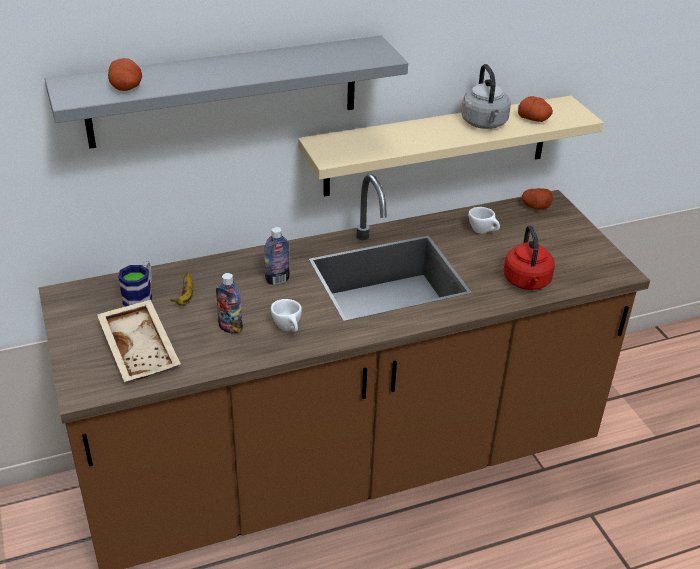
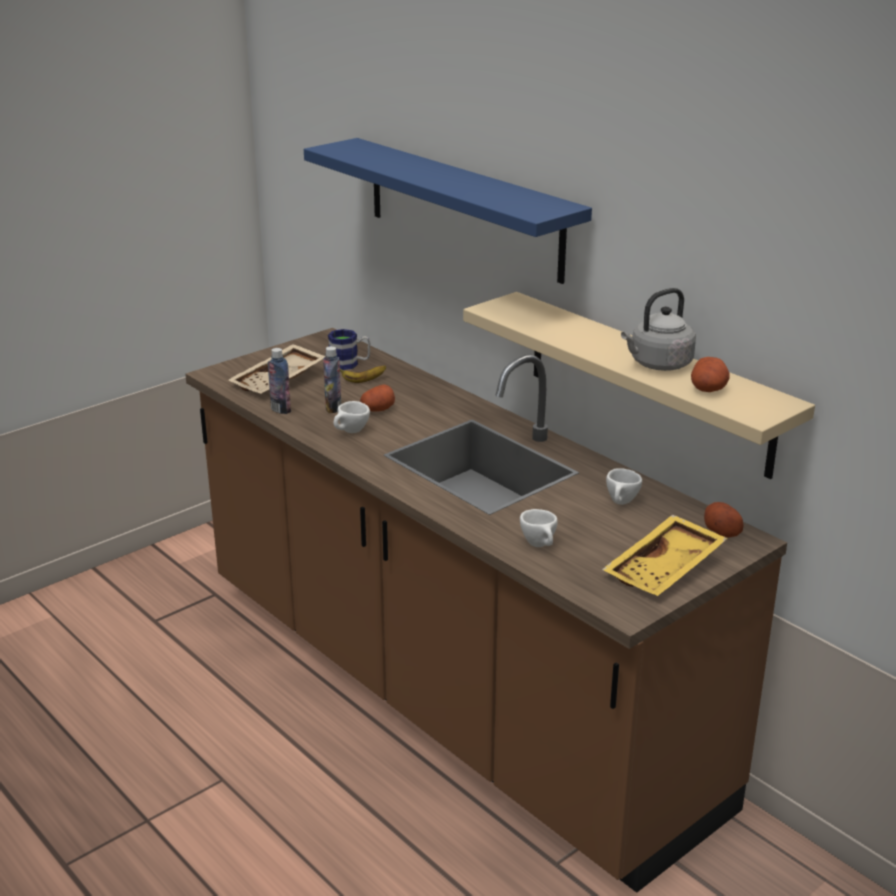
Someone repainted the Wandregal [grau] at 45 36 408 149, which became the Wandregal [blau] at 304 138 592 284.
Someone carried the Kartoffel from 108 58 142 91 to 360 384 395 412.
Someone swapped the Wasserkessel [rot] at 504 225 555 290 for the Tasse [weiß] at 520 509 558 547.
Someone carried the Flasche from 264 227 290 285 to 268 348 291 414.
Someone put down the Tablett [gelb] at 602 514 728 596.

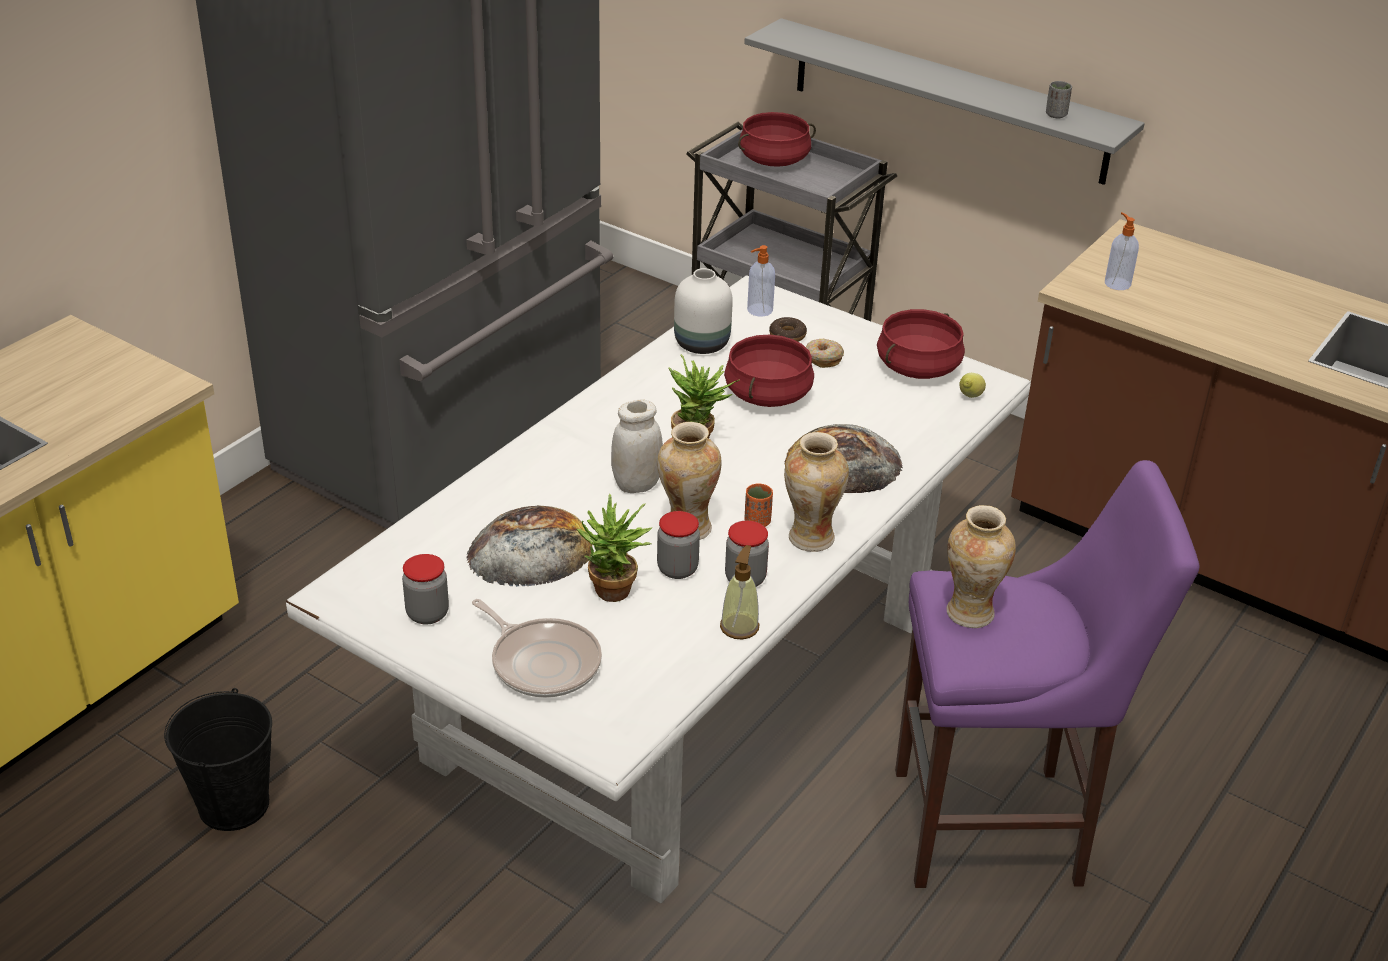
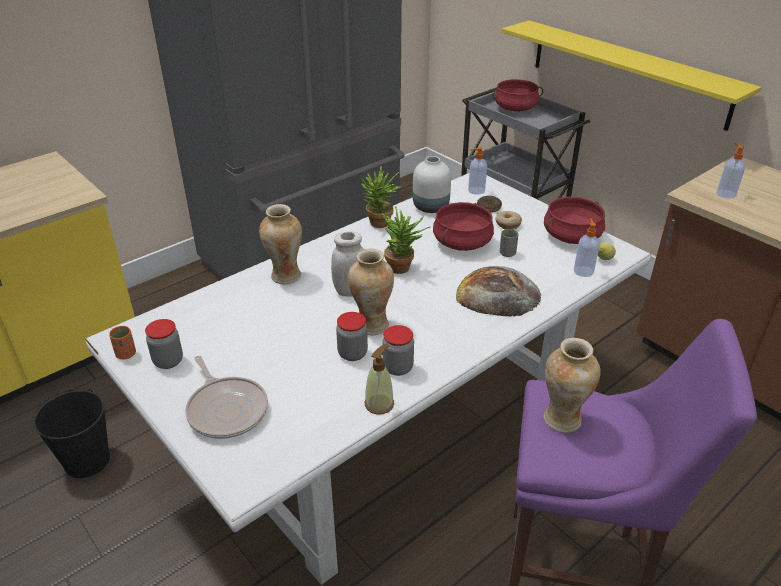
Someone repainted the Wandregal [grau] at 744 18 1145 185, which became the Wandregal [gelb] at 502 21 761 131.
Someone carried the Tasse [grau] from 1046 81 1072 118 to 500 229 518 257.
Someone carried the Vase from 784 432 849 552 to 259 204 302 284.
Someone carried the Tasse [orange] from 745 483 773 527 to 109 326 136 359.
Someone carried the Topfpflanze from 577 494 652 602 to 360 166 402 228.
Someone took away the Brot at 467 505 592 587.
Someone put down the Seifenspender at 574 218 599 277.

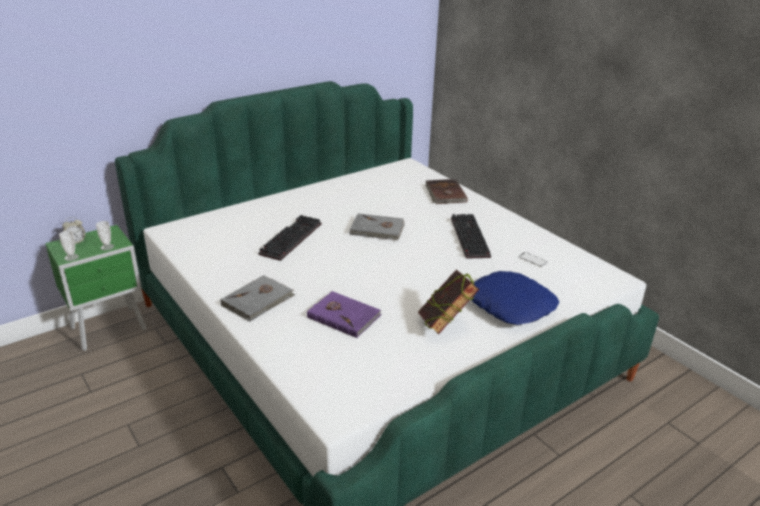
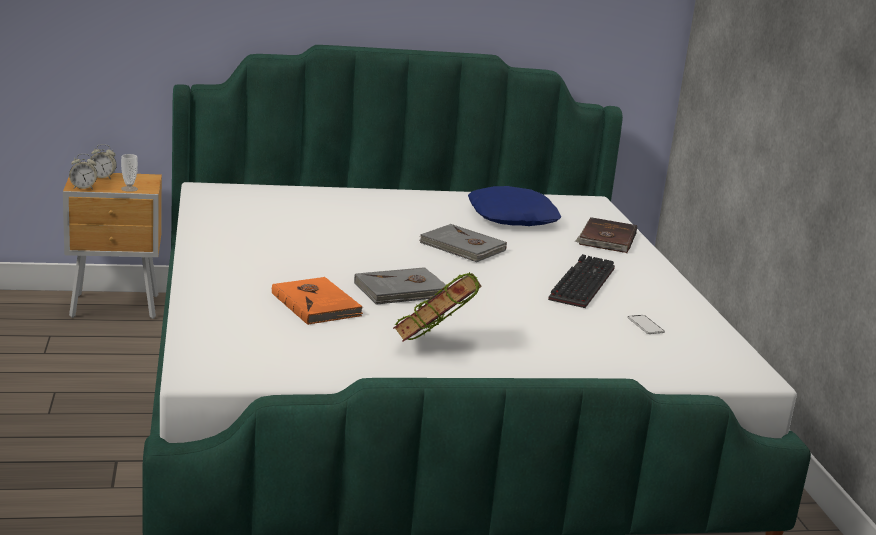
Someone took away the Tastatur at 258 215 321 261.
Someone repainted the Nachttisch [grün] at 45 225 146 351, which became the Nachttisch [braun] at 63 173 162 319.
Someone swapped the Tasse at 59 231 79 261 for the Wecker at 69 154 97 189.
Someone carried the Kissen [blau] from 472 271 559 325 to 468 186 561 226.
Someone carried the Buch [grau] from 220 275 296 322 to 354 267 449 305.
Someone repainted the Buch [lila] at 307 291 382 338, which became the Buch [orange] at 272 277 363 325.

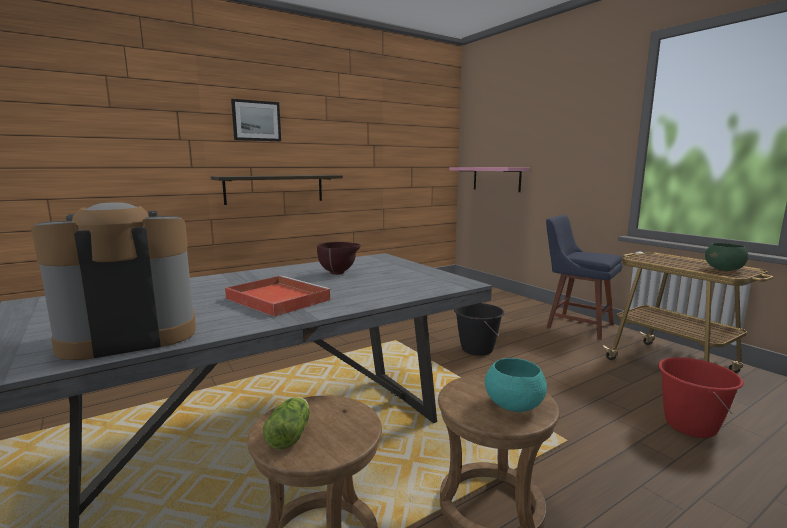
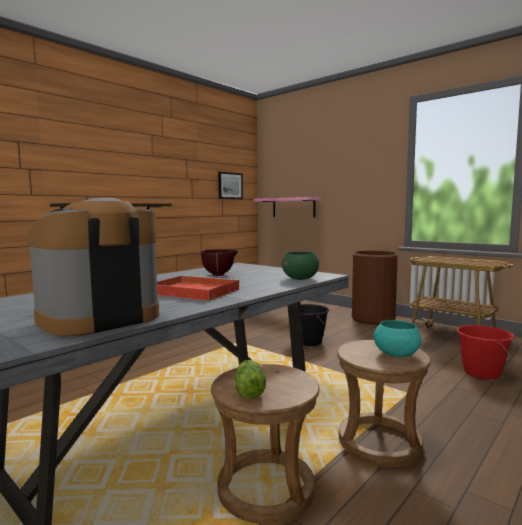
Someone carried the Bild from 231 99 281 141 to 218 172 243 199.
Someone swapped the Stuhl [blau] at 546 215 623 340 for the Mülleimer [braun] at 352 251 398 325.
Someone carried the Schüssel [grün] from 705 243 749 271 to 282 251 319 280.

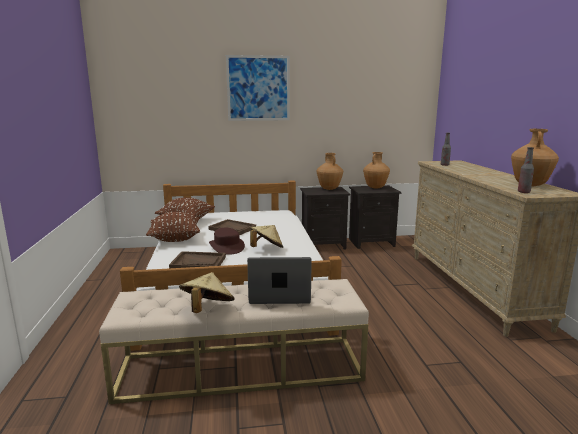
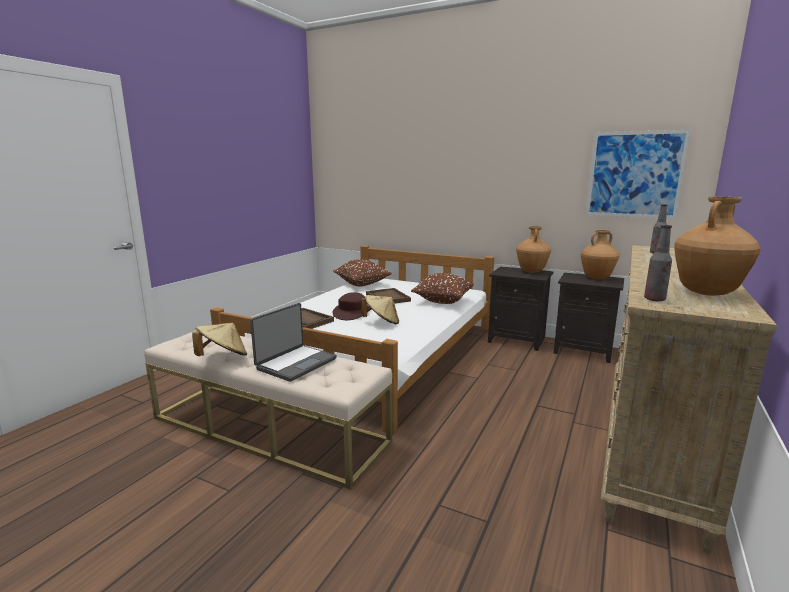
Someone carried the Bild from 226 55 290 121 to 586 130 691 219.
Someone carried the Kissen [braun] from 146 212 200 242 to 411 273 474 304.
Someone rotated the Laptop at 247 257 312 304 by 90 degrees clockwise.

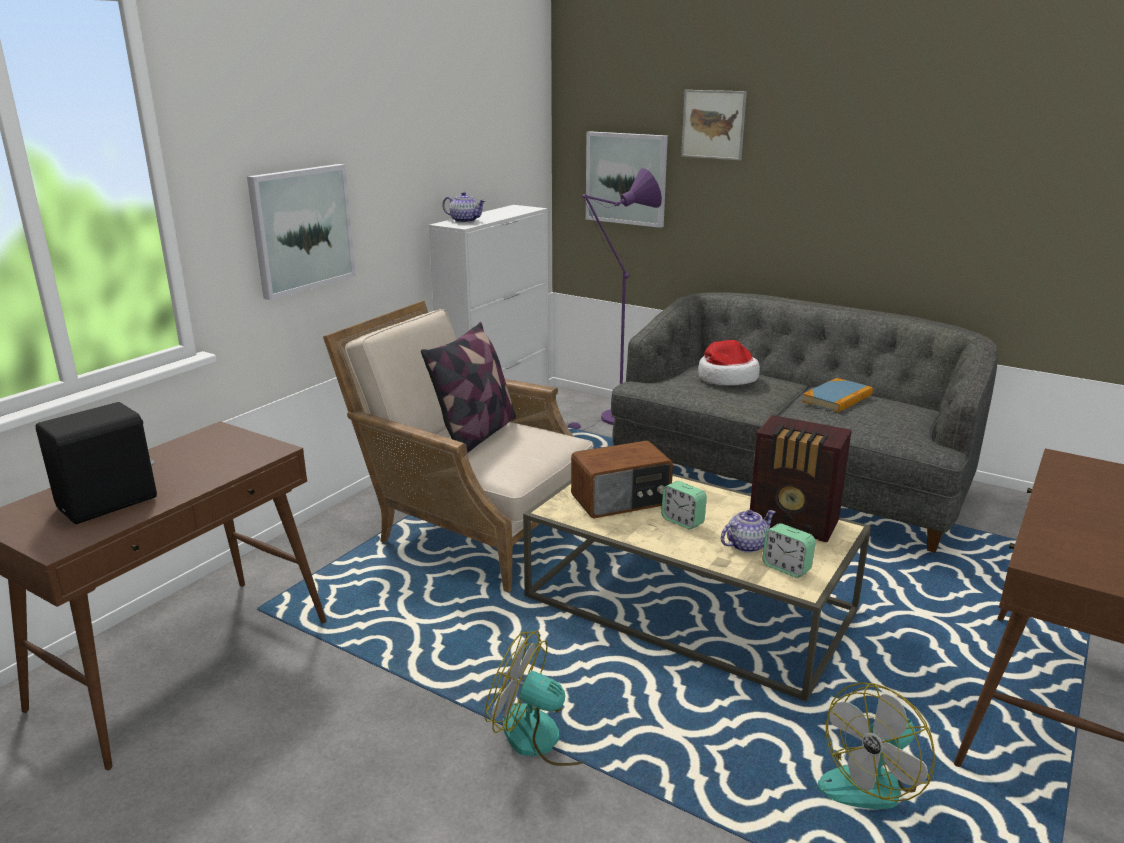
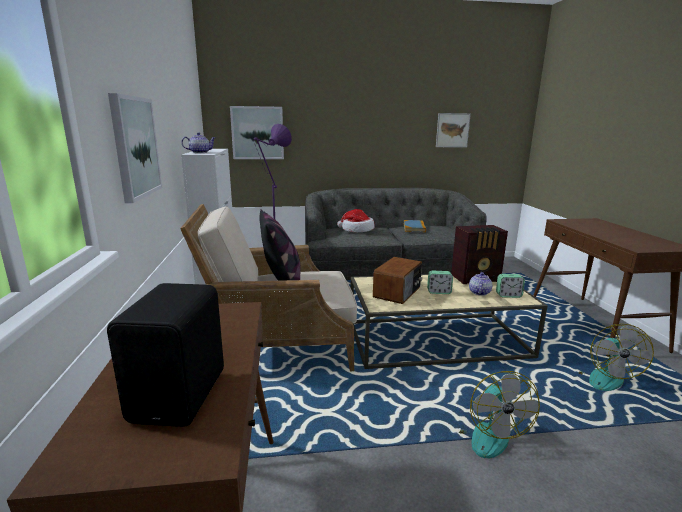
Someone carried the Bild from 681 90 747 160 to 436 113 471 147.
Someone rotated the Ventilator at 485 630 589 766 by 75 degrees counterclockwise.

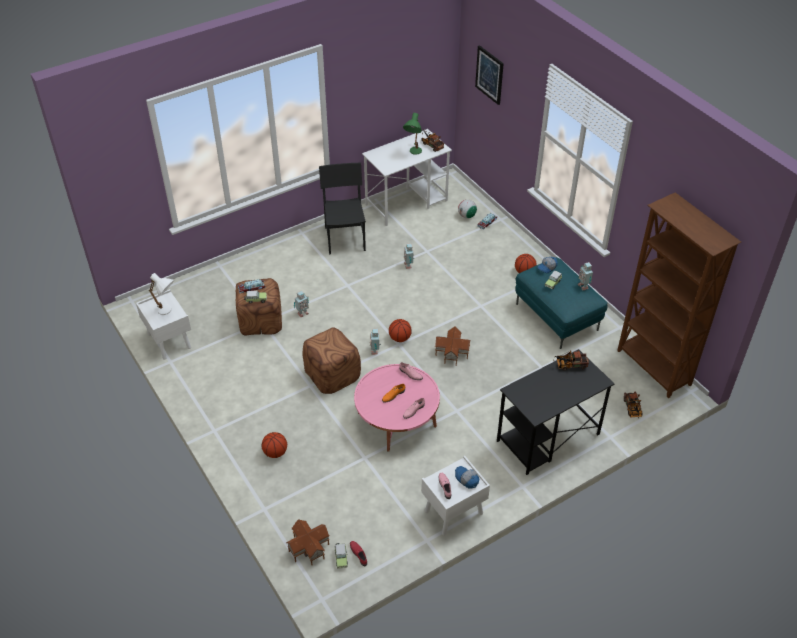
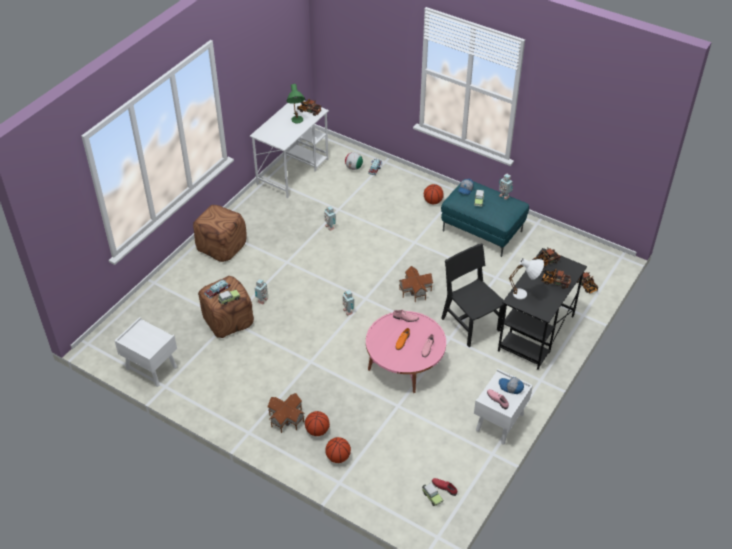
Someone took away the Bild at 475 45 504 105.
Someone carried the Stuhl [schwarz] from 319 163 366 254 to 441 243 504 347.
Someone took away the Bücherregal [braun] at 617 192 741 398.
Someone carried the Tischlampe [weiß] from 149 273 174 315 to 509 258 544 300.
Someone carried the Basketball from 389 319 412 342 to 325 437 351 463.
Someone carried the Polsterhocker [braun] from 303 327 361 394 to 193 205 247 262.
Someone carried the Spielzeughaus from 286 519 330 565 to 267 393 305 433.
Someone put down the Spielzeuglaster at 542 268 571 289.

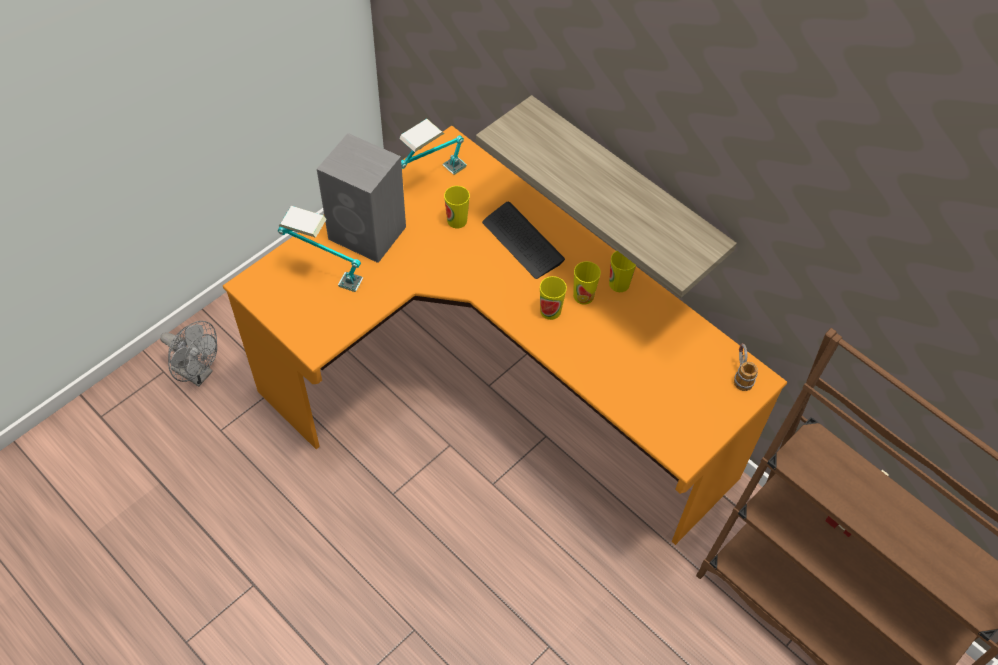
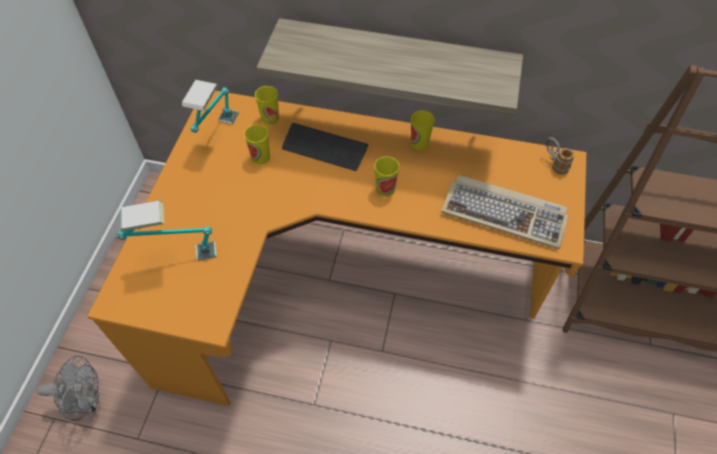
Someone took away the Lautsprecher [grau] at 317 133 406 263.
Someone carried the Tasse from 573 261 601 305 to 255 86 279 125.
Someone put down the Tastatur at 441 175 568 249.

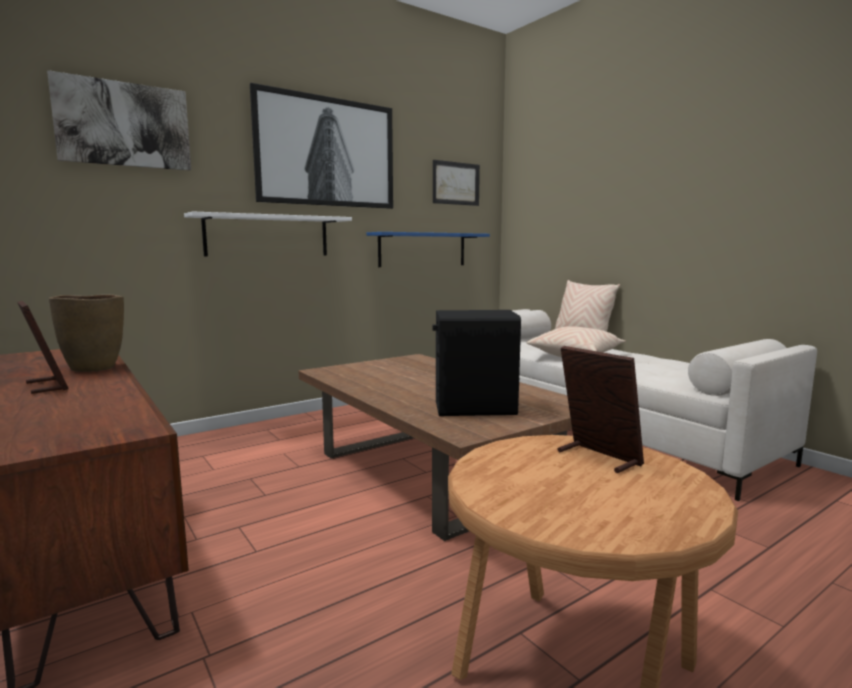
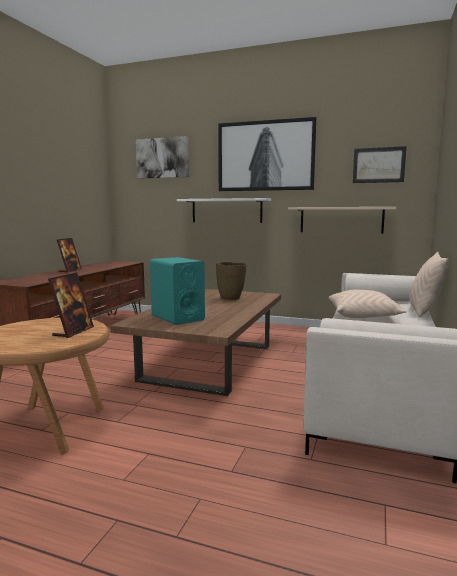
Someone repainted the Wandregal [blau] at 367 232 490 267, which became the Wandregal [beige] at 288 207 396 233.
Someone carried the Vase [braun] from 49 294 124 372 to 216 262 247 300.
Someone repainted the Lautsprecher [schwarz] at 432 310 521 416, which became the Lautsprecher [türkis] at 150 257 205 325.

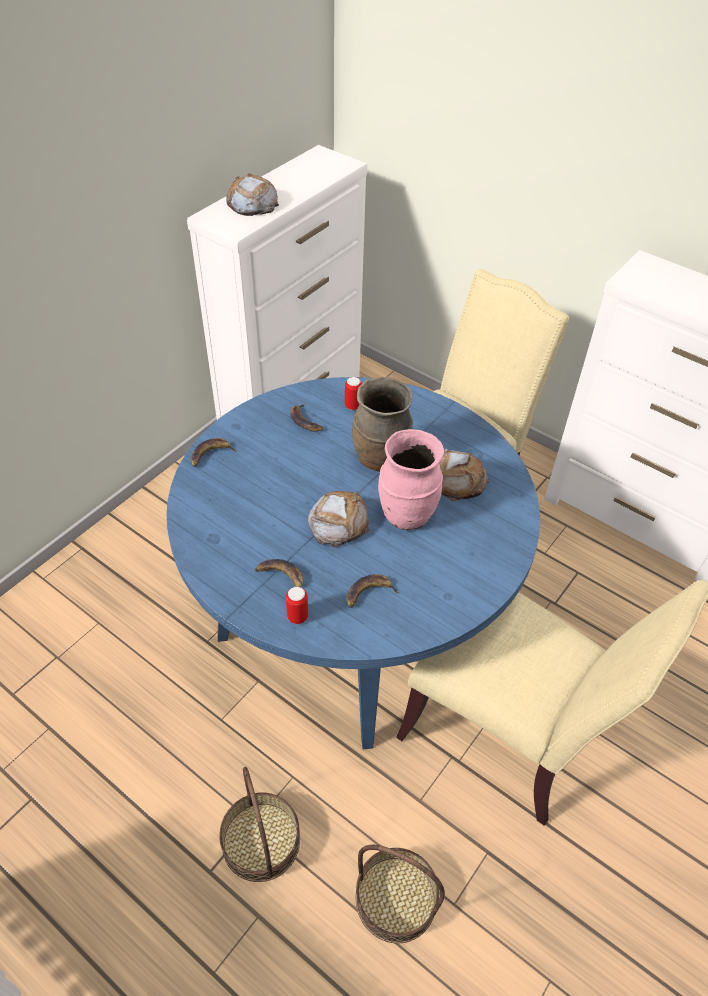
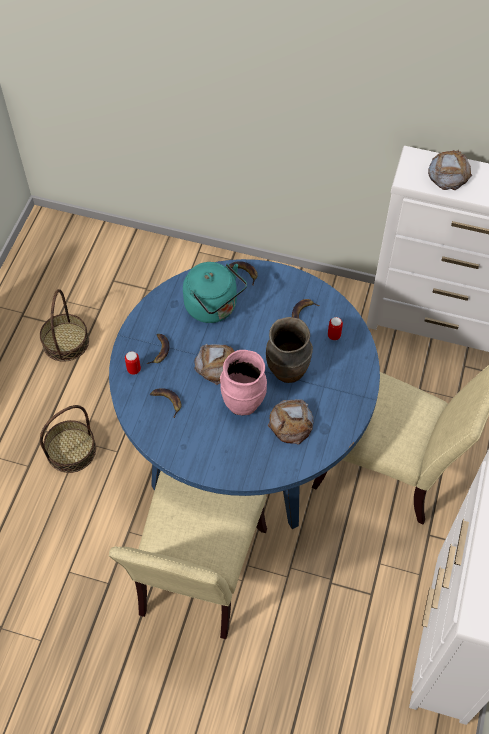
Someone carried the Korb from 356 845 445 944 to 40 289 89 362.
Someone put down the Wasserkessel [türkis] at 183 262 247 323.

